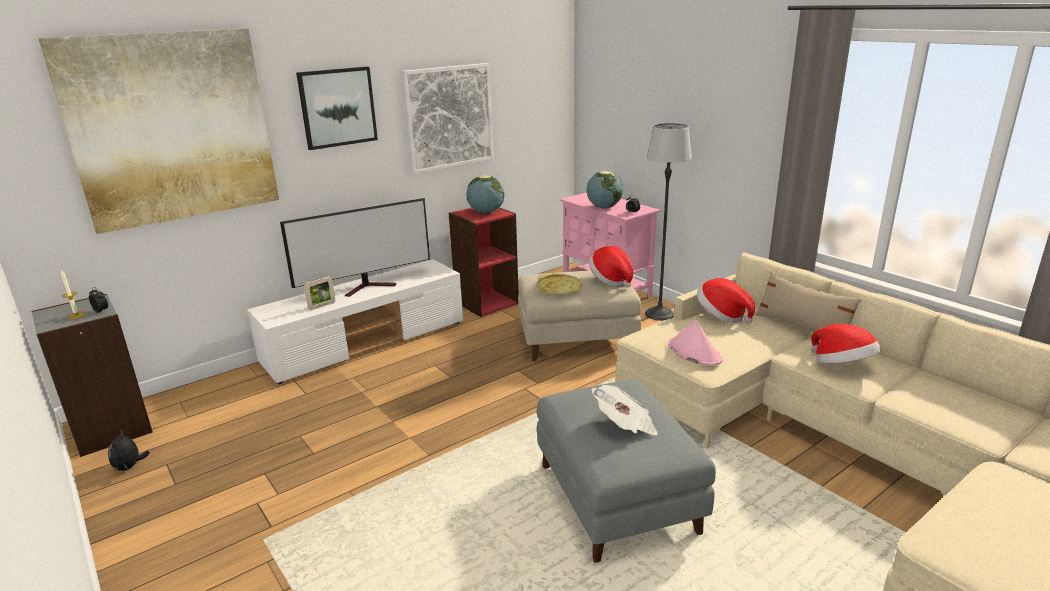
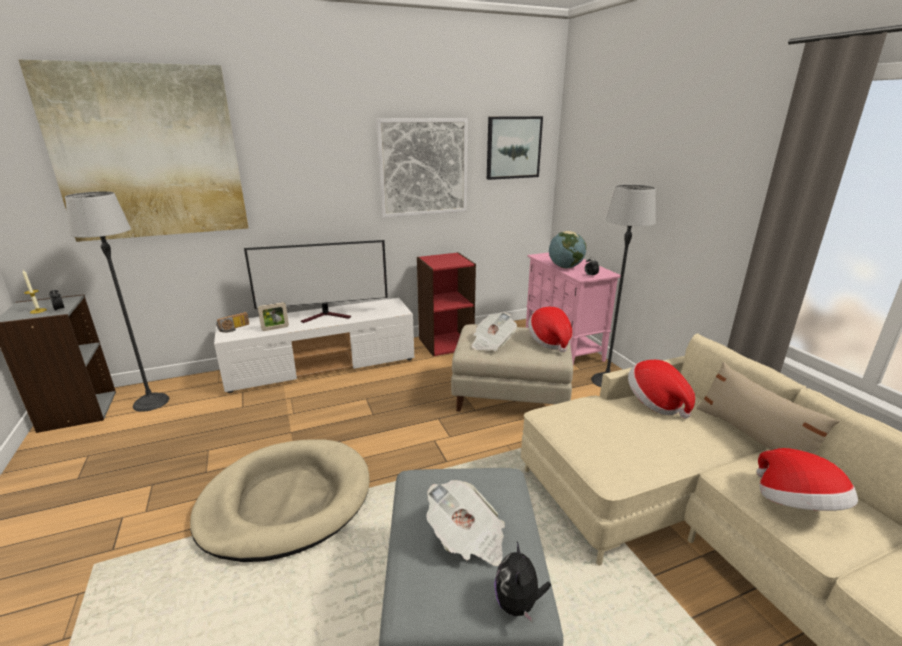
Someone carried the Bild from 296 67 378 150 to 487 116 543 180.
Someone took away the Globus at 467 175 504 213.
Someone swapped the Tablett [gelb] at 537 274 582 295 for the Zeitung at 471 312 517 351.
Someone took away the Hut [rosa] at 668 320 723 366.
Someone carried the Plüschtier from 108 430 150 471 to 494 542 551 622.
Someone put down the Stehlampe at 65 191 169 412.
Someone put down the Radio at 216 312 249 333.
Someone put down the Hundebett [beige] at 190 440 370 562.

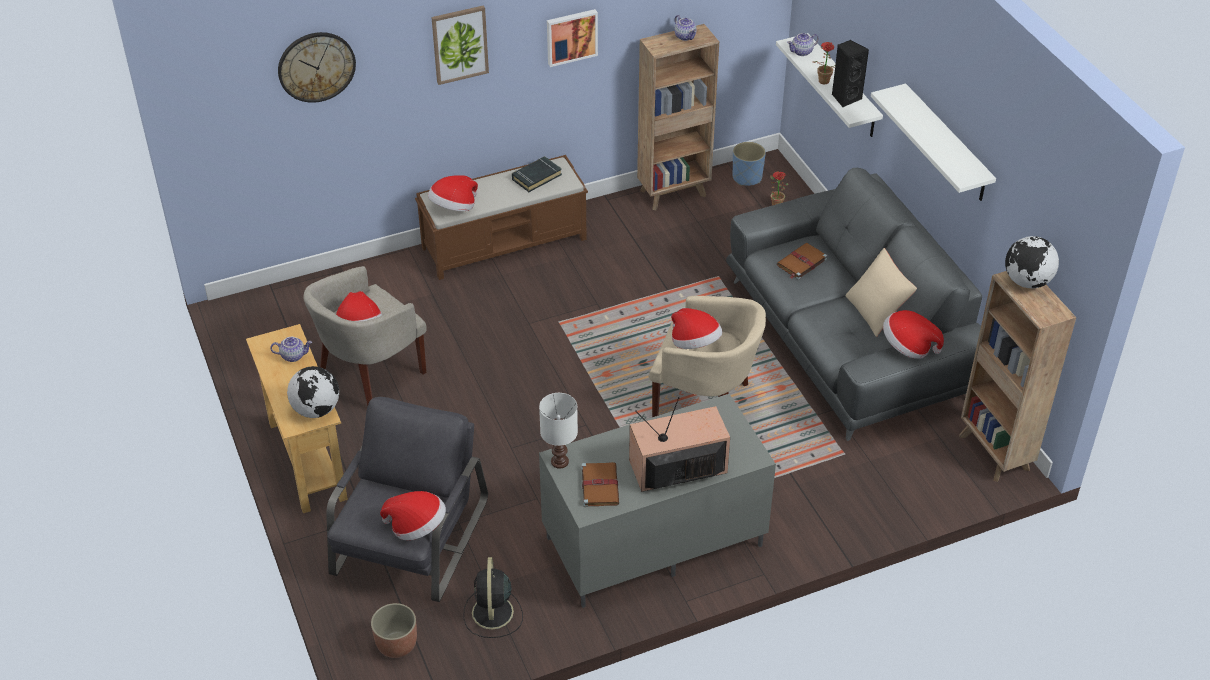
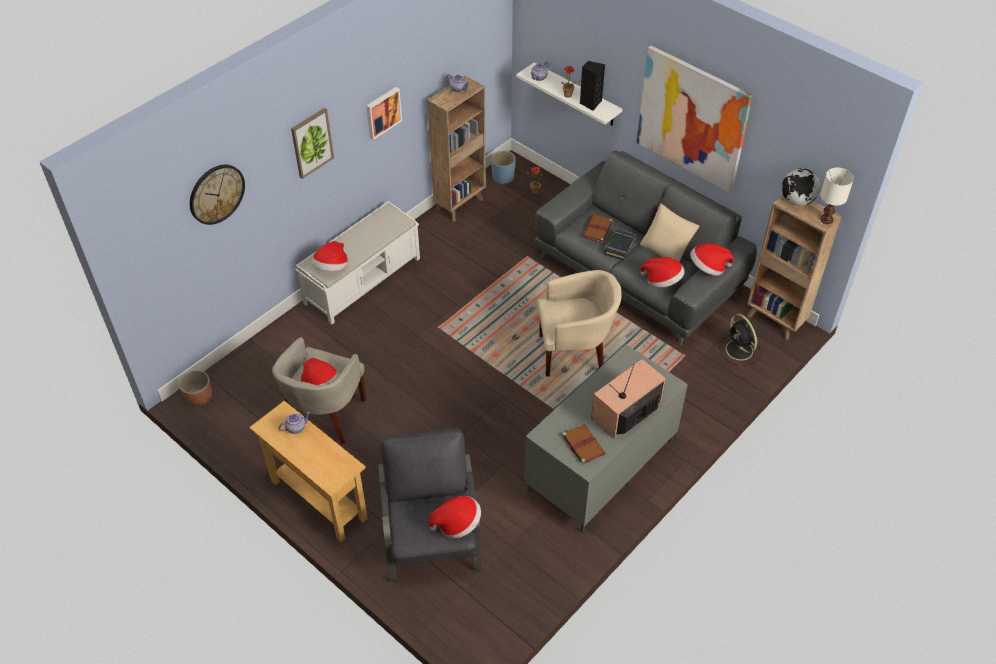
Someone swapped the Wandregal [weiß] at 871 84 996 201 for the Bild at 636 45 753 193.
Someone repainted the Bank [braun] at 415 155 588 280, which became the Bank [weiß] at 295 201 420 325.
Someone carried the Buch [schwarz] from 512 156 562 192 to 604 229 636 260.
Someone carried the Hut from 671 308 722 349 to 641 257 685 288.
Someone took away the Globus at 287 366 339 418.
Someone carried the Tischlampe [weiß] from 539 393 578 469 to 820 168 854 224.
Someone carried the Ventilator [schwarz] from 463 557 523 638 to 719 314 761 366.
Someone carried the Pflanzkübel from 371 603 417 658 to 179 370 212 407.

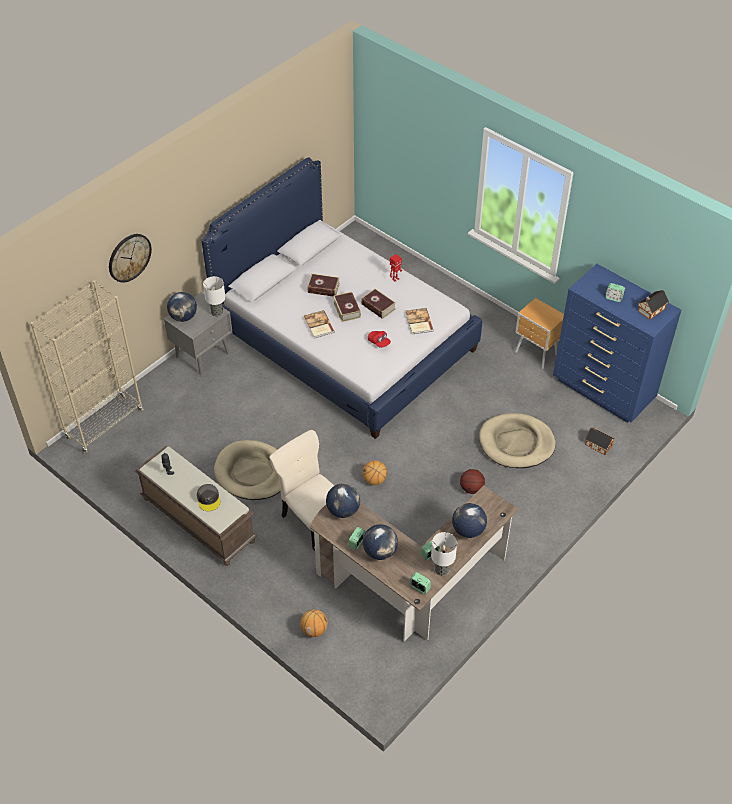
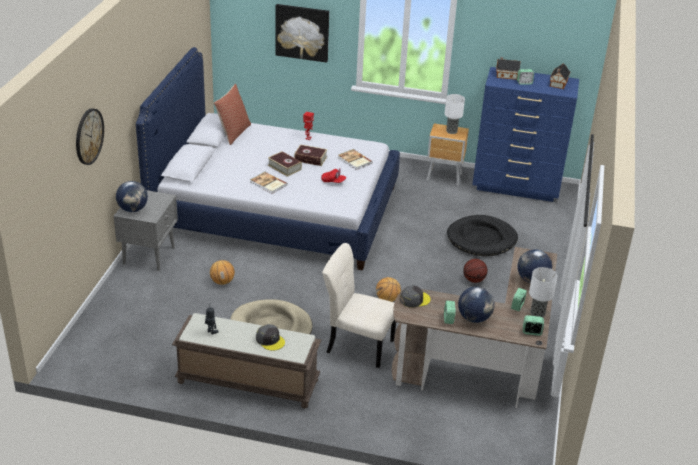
Someone took away the Buch at 307 273 340 297.
Someone carried the Tischlampe from 203 276 225 317 to 444 94 465 134.
Someone took away the Bücherregal [beige] at 30 280 143 453.
Someone repainted the Hundebett [beige] at 479 413 555 468, which became the Hundebett [schwarz] at 447 215 518 257.
Someone carried the Spielzeughaus from 585 426 614 455 to 496 57 520 80.
Someone swapped the Globus at 326 484 360 518 for the Kappe [grau] at 400 286 431 308.
Someone carried the Basketball from 300 609 328 637 to 210 260 235 285.
Someone put up the Bild at 276 4 329 63.
Someone put down the Kissen at 214 84 251 145.

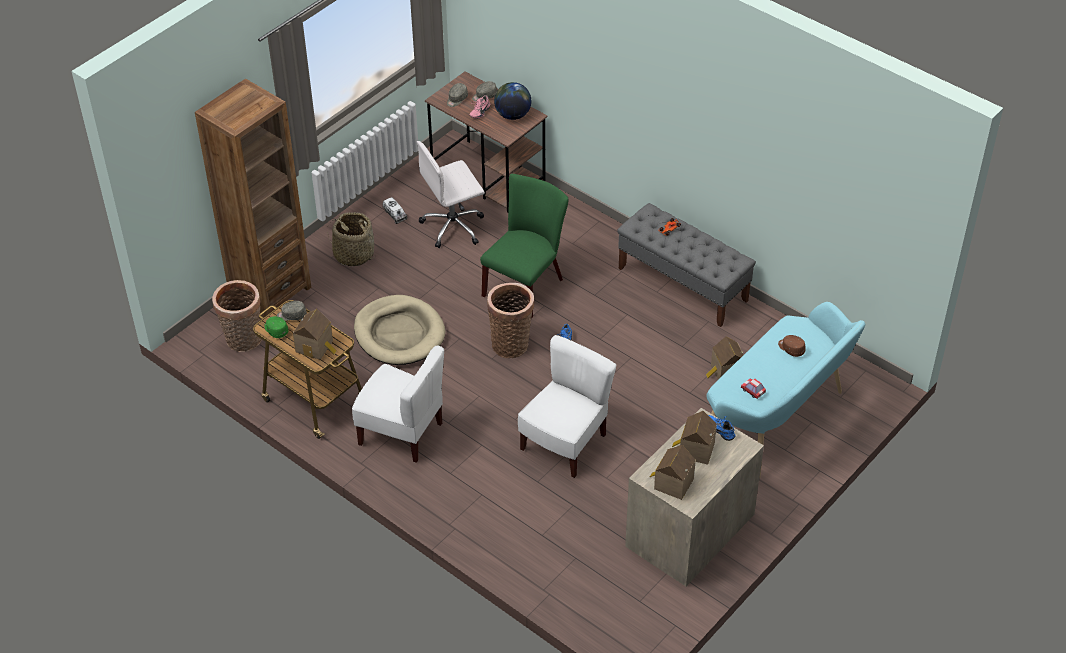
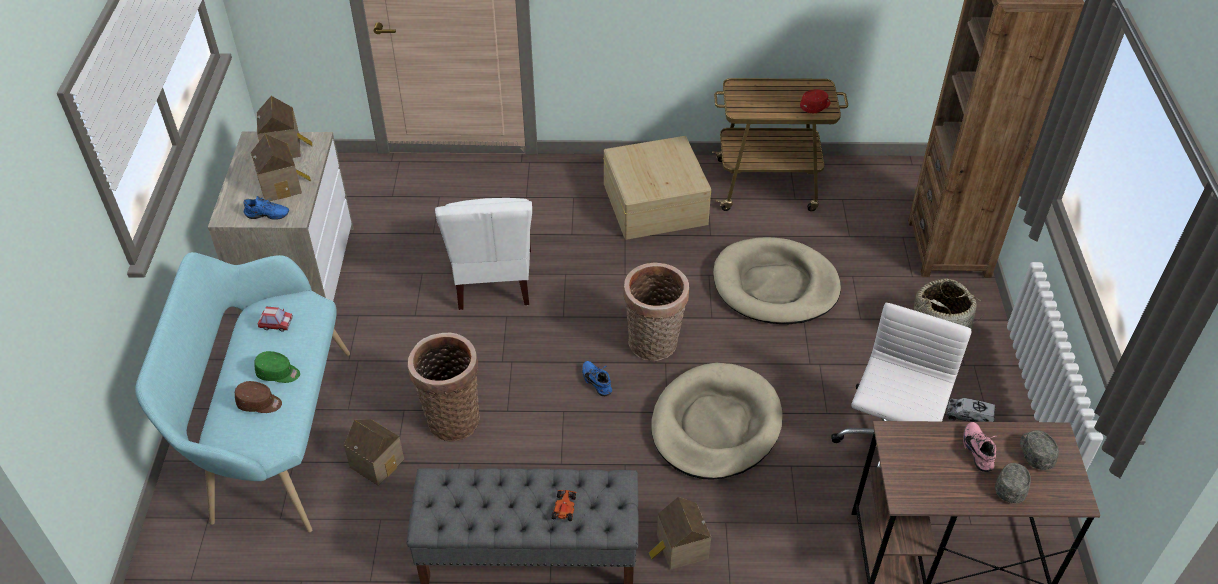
Someone took away the Globus at 494 82 531 120.
Someone swapped the Stuhl [grün] at 480 174 569 319 for the Hundebett [beige] at 651 363 783 480.
Someone carried the Korb from 212 280 262 352 to 408 333 480 441.
Someone repainted the Kappe [grau] at 277 301 307 321, which became the Kappe [rot] at 800 89 831 113.
Someone carried the Spielzeughaus from 293 309 336 360 to 649 497 711 570.
Someone carried the Kappe [grün] from 264 316 289 338 to 254 351 300 383.
Someone swapped the Stuhl [weiß] at 352 346 444 463 for the Aufbewahrungsbox [beige] at 603 136 711 240.

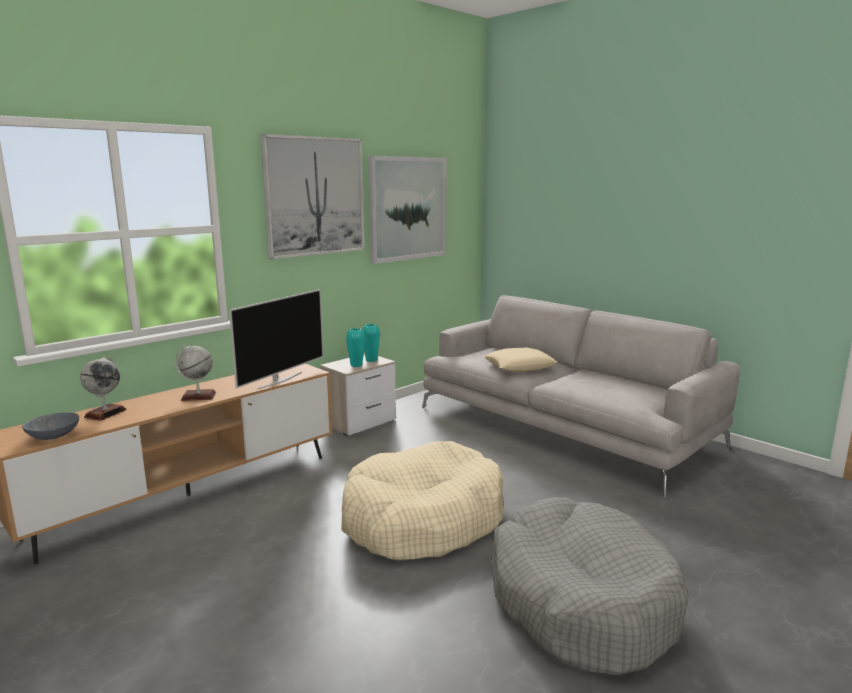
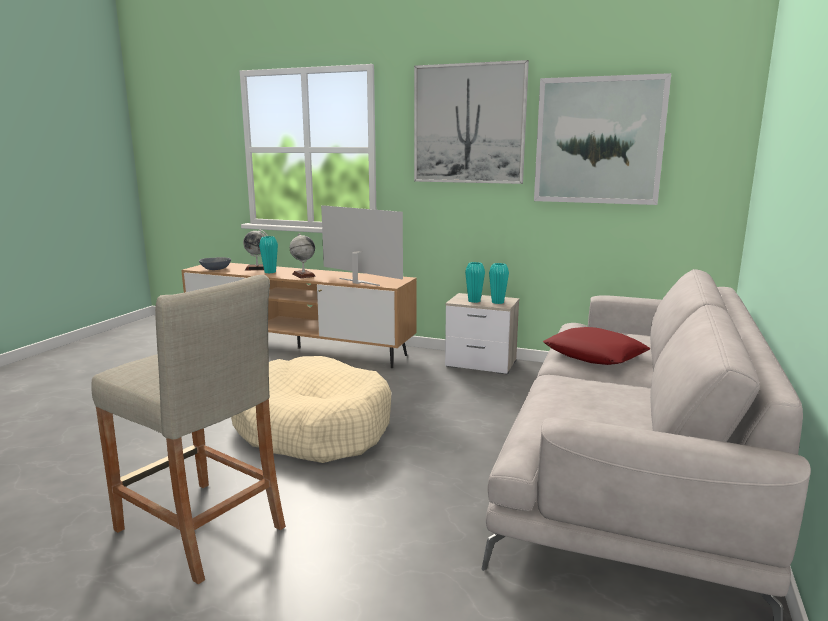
Someone rotated the Fernseher at 229 289 323 390 by 150 degrees counterclockwise.
Someone repainted the Kissen [beige] at 484 347 558 372, which became the Kissen [rot] at 543 327 650 365.
Someone swapped the Hundebett [grau] at 491 497 689 676 for the Hocker [beige] at 91 275 286 585.
Someone put down the Vase [türkis] at 259 236 278 273.

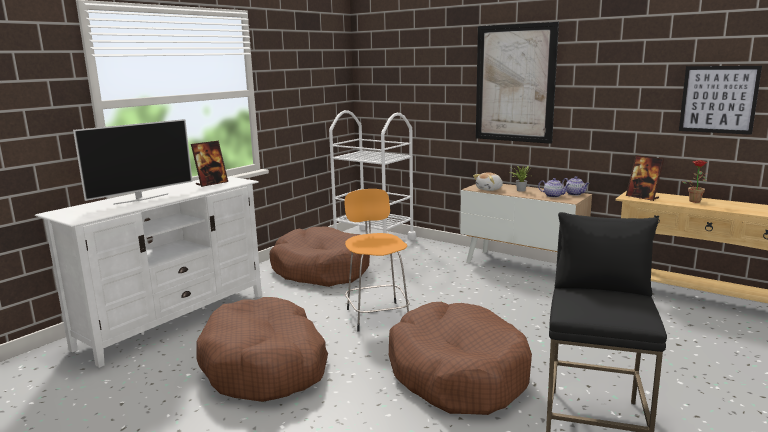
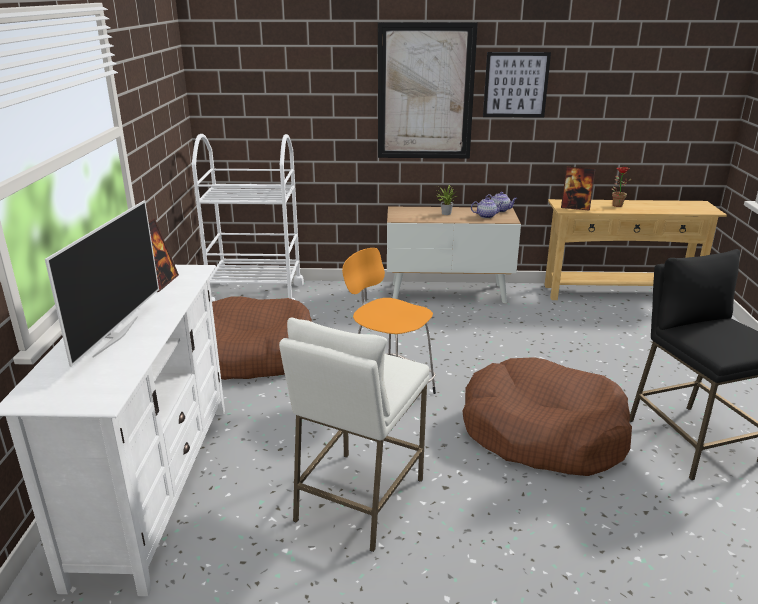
Someone carried the Bild from 679 66 762 135 to 483 52 551 117.
Someone took away the Plüschtier at 473 172 503 191.
Someone swapped the Hundebett [braun] at 196 297 328 402 for the Hocker [weiß] at 279 318 430 552.

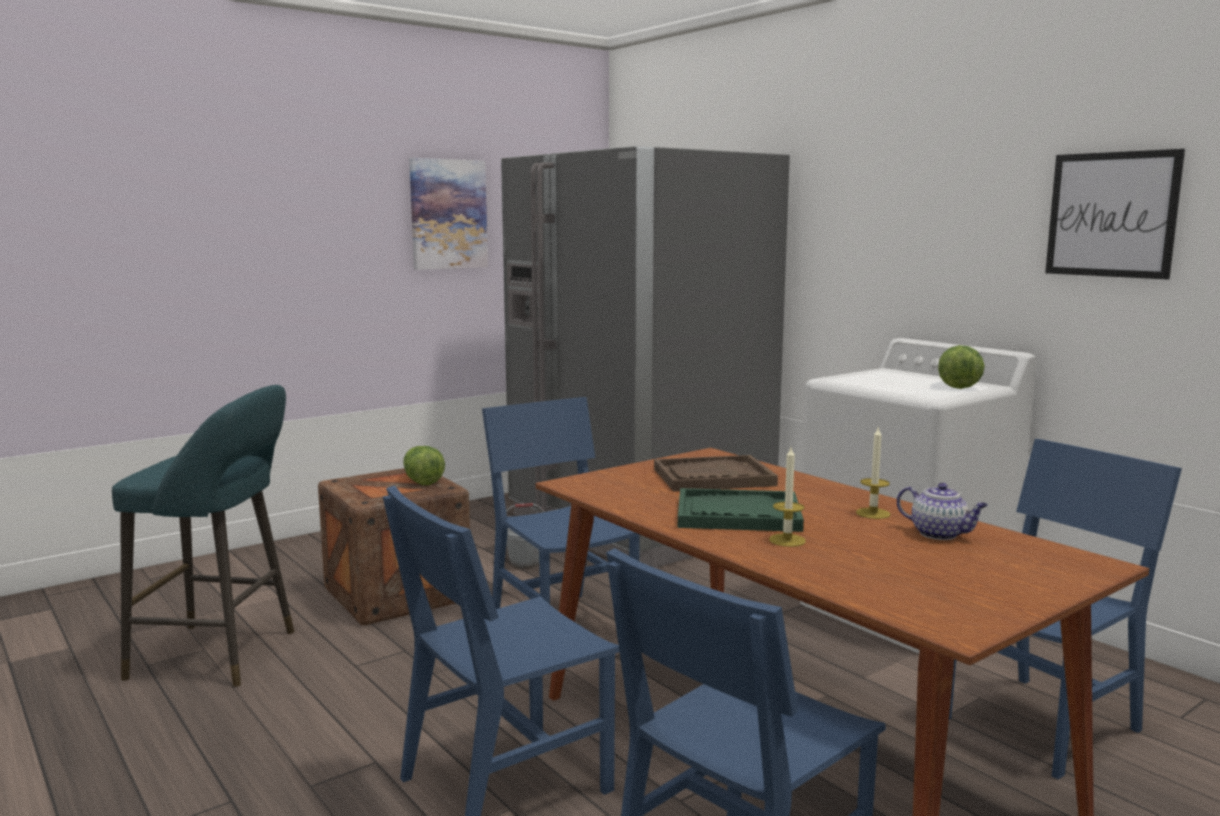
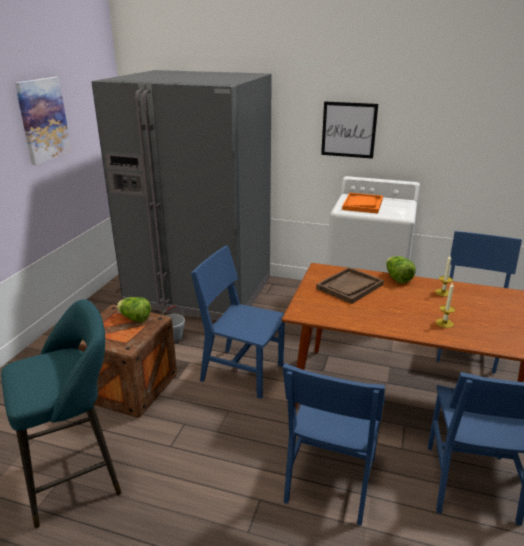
Someone carried the Bild from 1045 149 1185 279 to 321 101 378 159.
Someone carried the Salatkopf from 938 345 985 389 to 386 256 416 284.
Someone took away the Teekanne at 897 483 988 540.
Someone took away the Tablett [grün] at 678 488 804 532.
Someone put down the Tablett [orange] at 342 193 383 214.

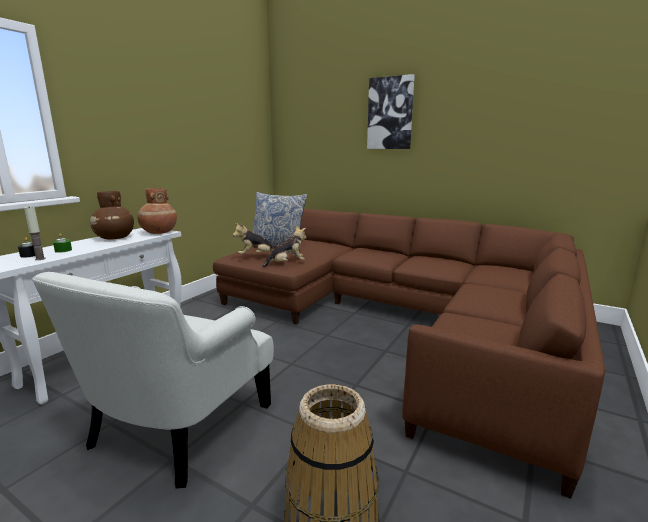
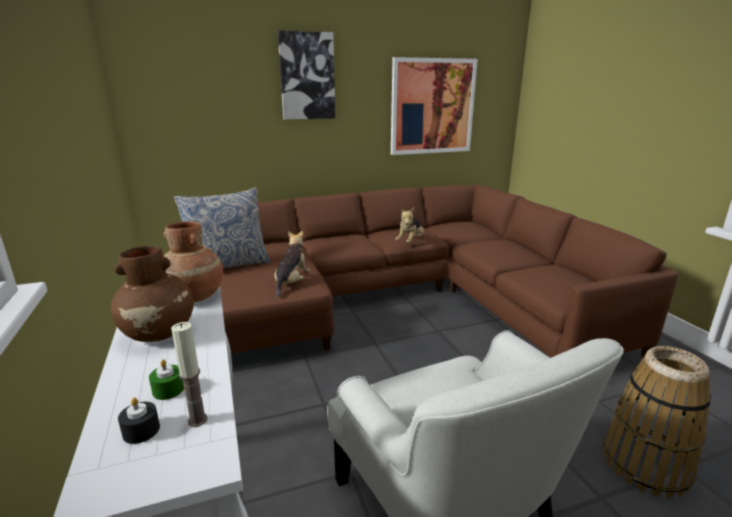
Someone carried the Plüschtier from 233 223 275 254 to 395 208 424 243.
Someone put up the Bild at 391 57 478 155.

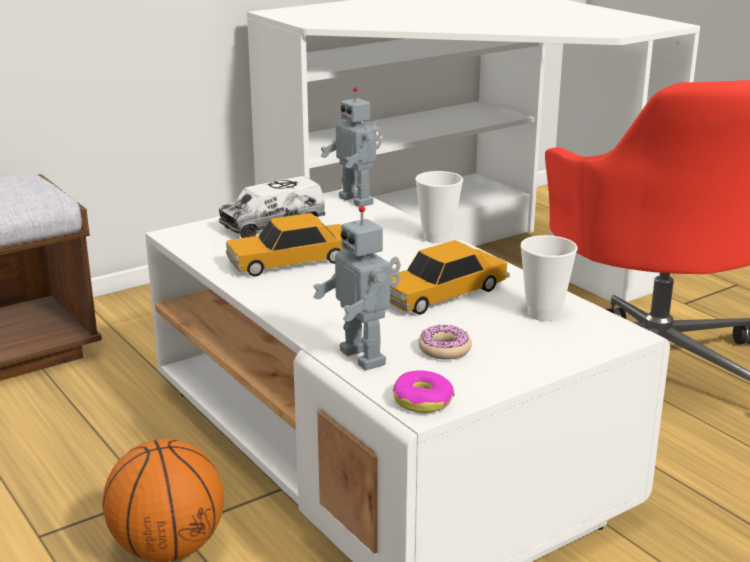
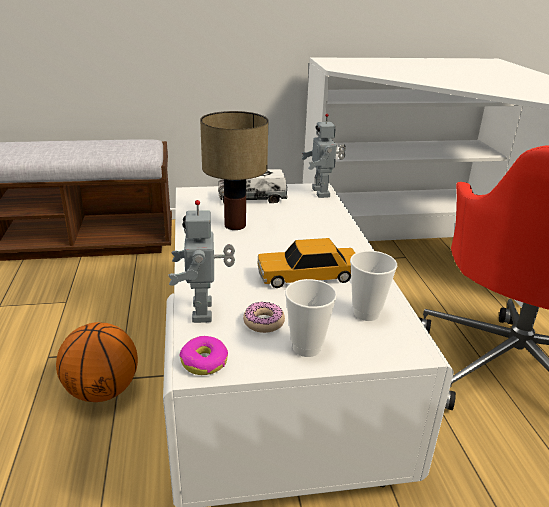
Someone carried the Tasse from 415 171 463 243 to 285 279 337 357.
Someone swapped the Spielzeugauto at 226 213 342 277 for the Tischlampe at 200 111 269 230.

